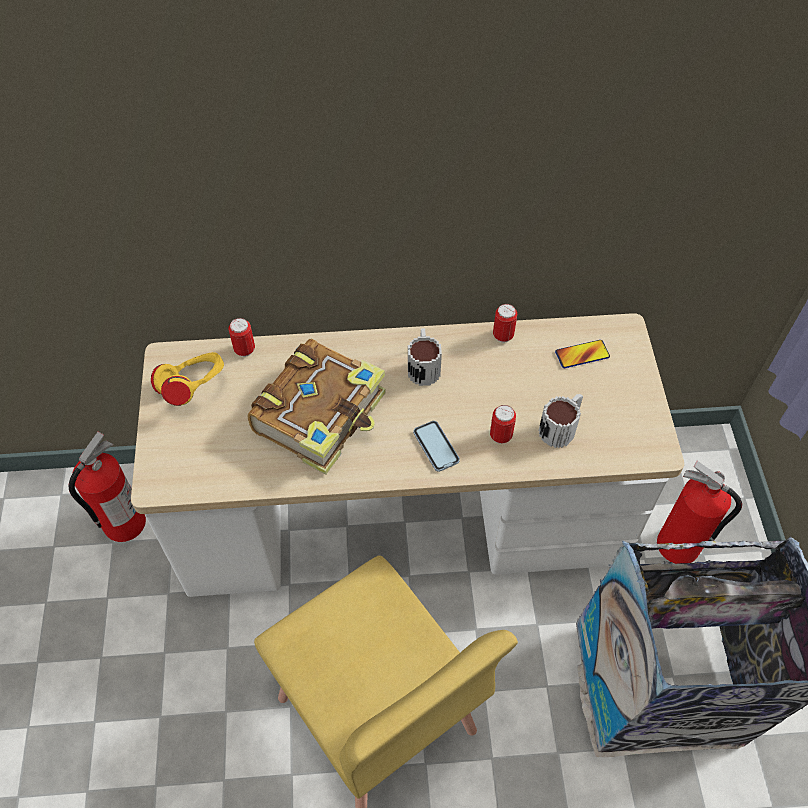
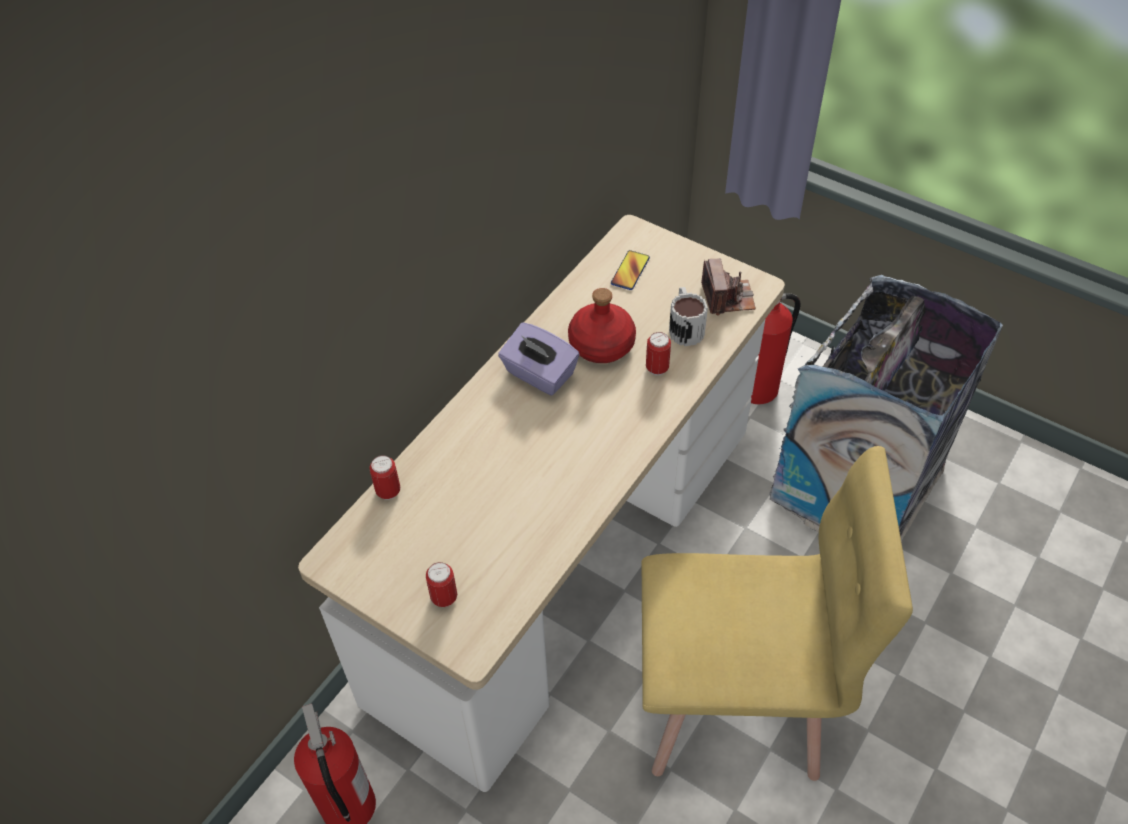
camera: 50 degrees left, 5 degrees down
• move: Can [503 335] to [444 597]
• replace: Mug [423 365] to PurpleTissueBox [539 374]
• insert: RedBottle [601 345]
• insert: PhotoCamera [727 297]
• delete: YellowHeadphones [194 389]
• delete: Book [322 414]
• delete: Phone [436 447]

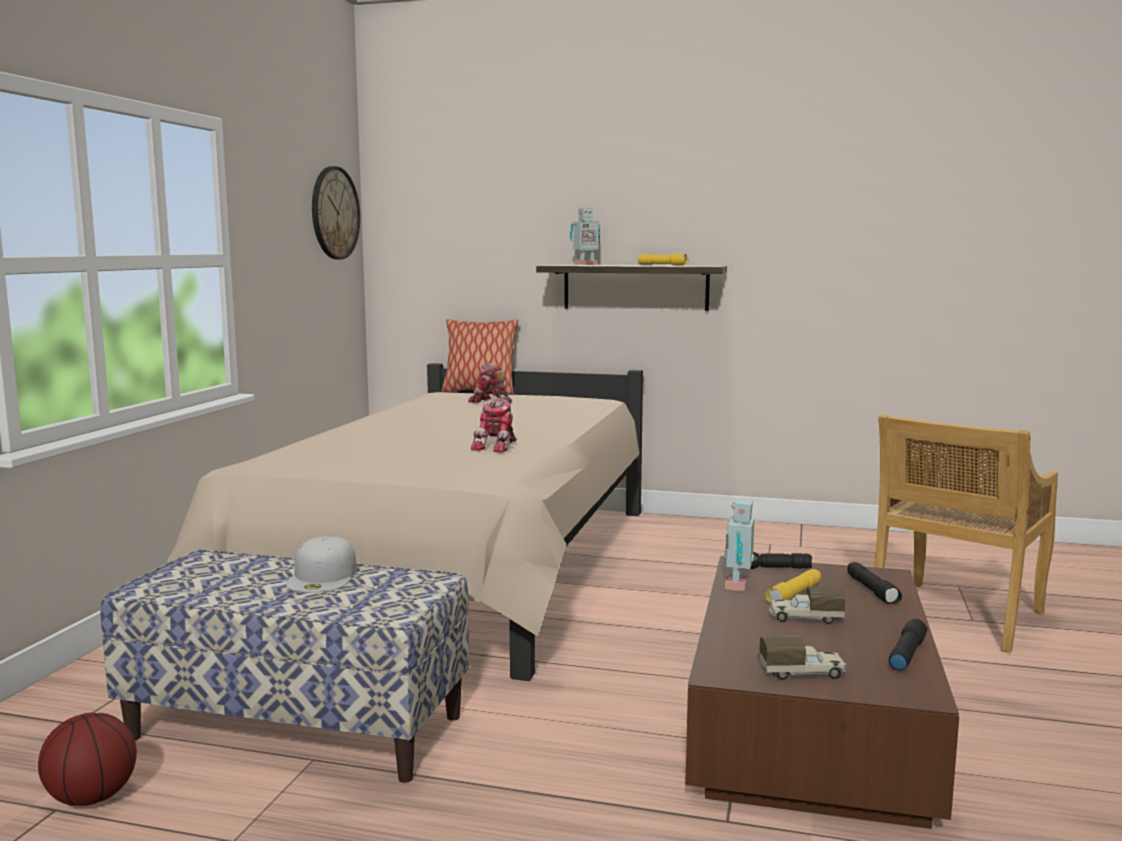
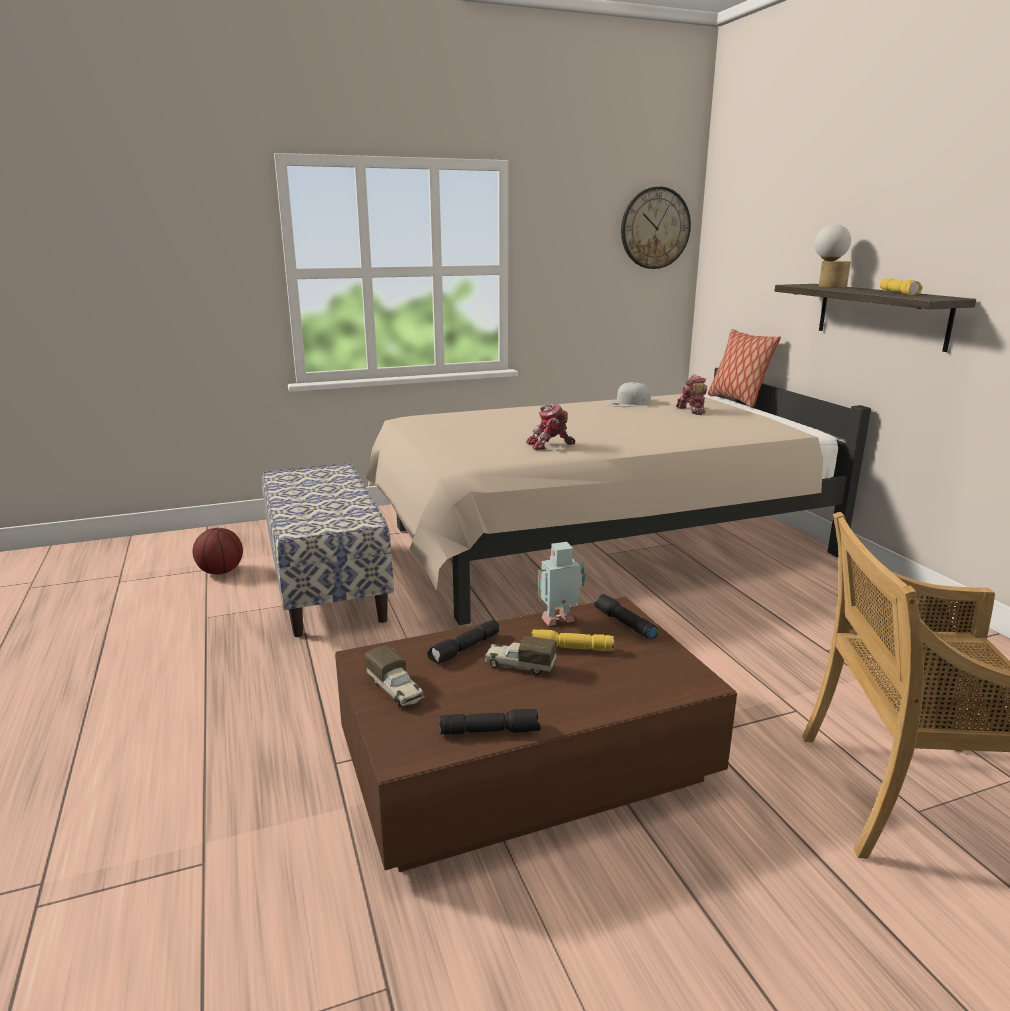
camera: 55 degrees right, 10 degrees up
• move: BlackFlashlight [873 590] to [465 649]
• rotate: ToyTruck [805 618] = [519 666] 45 degrees counterclockwise
• move: WhiteCap [323 577] to [628 402]
• replace: ToyRobot [585 265] to TableLamp [828 286]

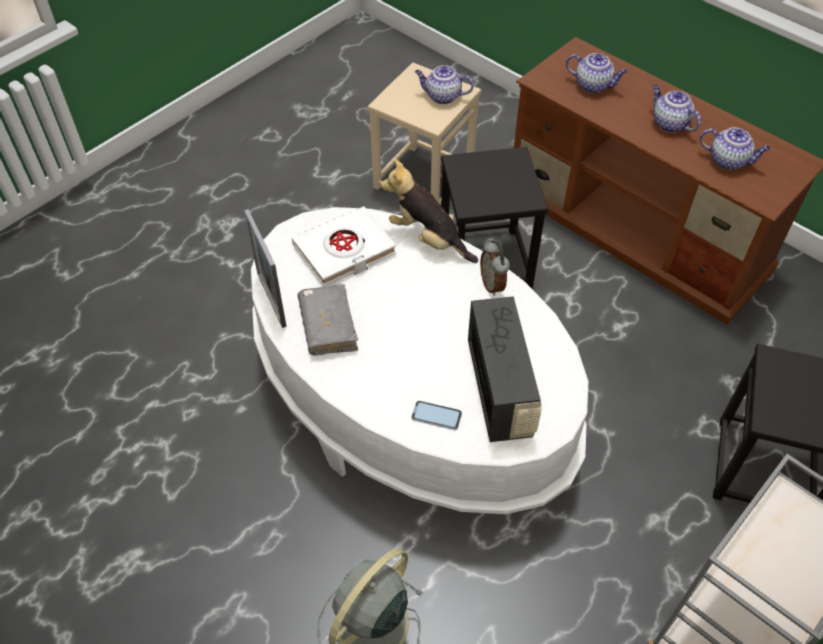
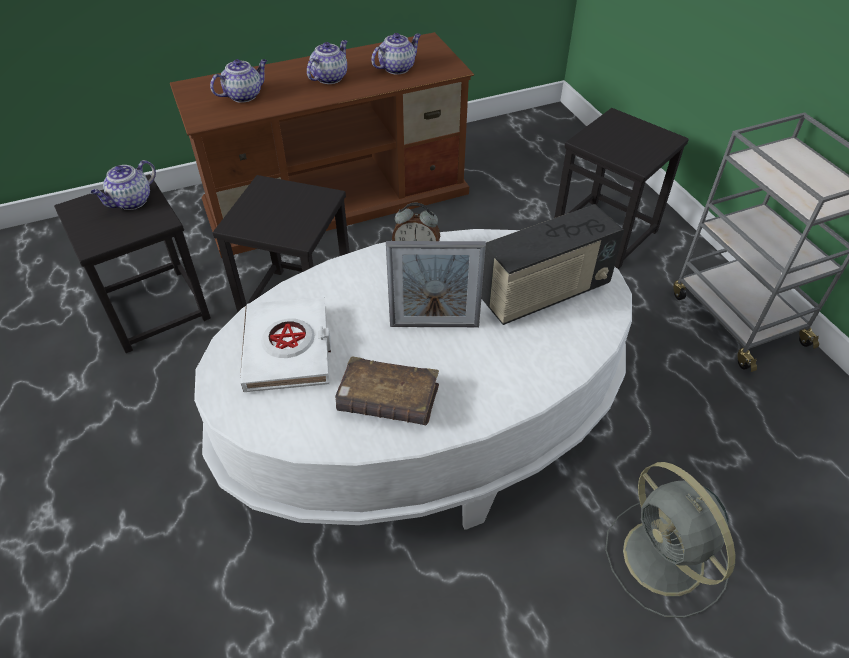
camera: 65 degrees left, 5 degrees down
• recolor: BeigeStool [423 179] to BlackStool [154 309]
• rotate: Teapot [669 123] = [330 77] 135 degrees clockwise
• recolor: GreyBook [328 326] to BrownBook [388 400]
• move: PictureFrame [271 299] to [434 325]
• rotate: Radio [500 389] = [545 294] 135 degrees clockwise
• delete: PlushToy [428 238]
• delete: Phone [436 416]

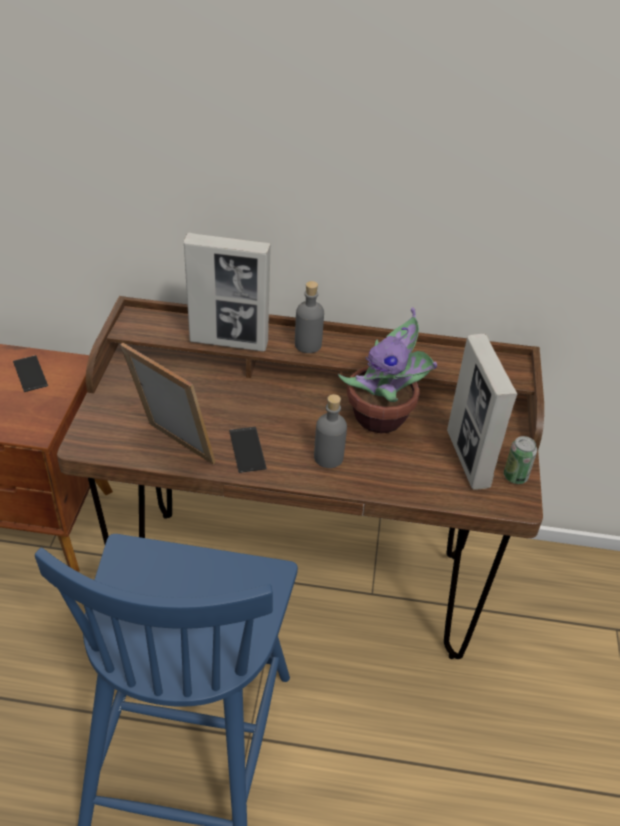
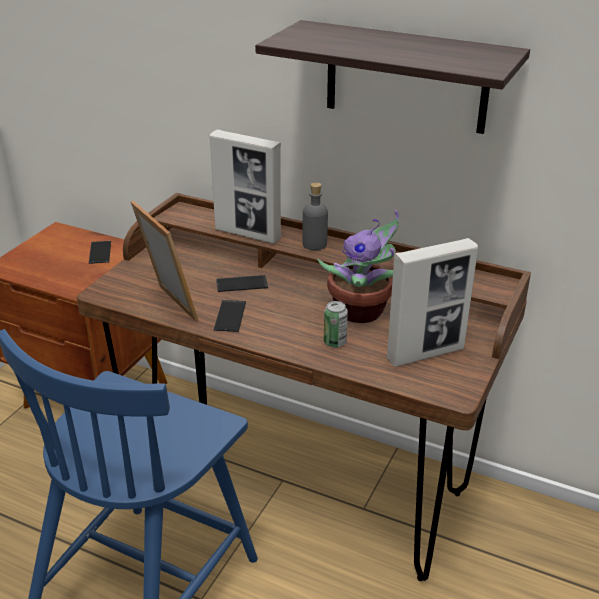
camera: 20 degrees right, 10 degrees down
• insert: Phone [241 284]
• insert: Shelf [406 77]
• move: Can [515 476] to [335 342]
• rotate: PictureFrame [468 459] = [425 353] 120 degrees counterclockwise
• delete: GreyBottle [328 457]

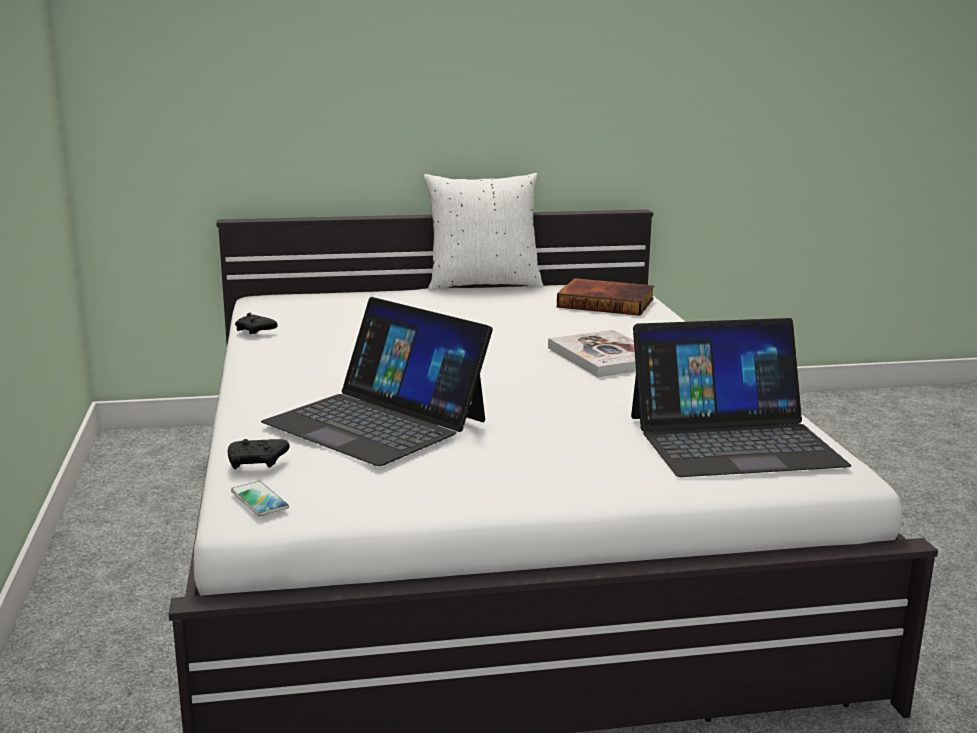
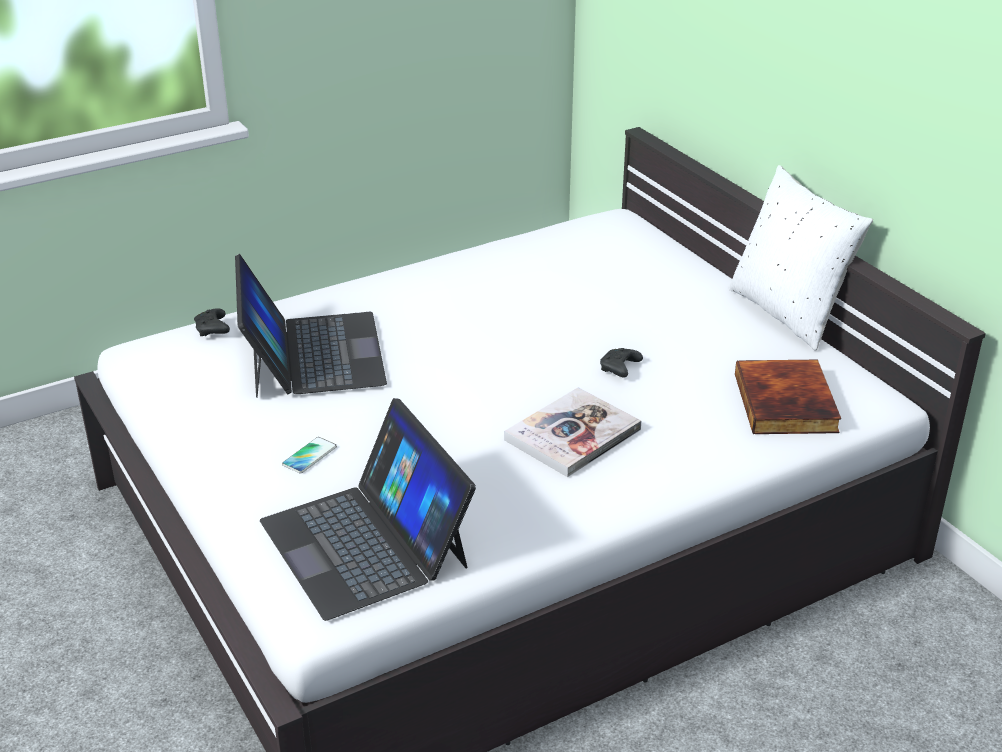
camera: 70 degrees right, 15 degrees up
• rotate: Laptop [376 421] = [312 354] 150 degrees clockwise
• move: Phone [259 500] to [309 456]
• move: BlackGameController [255 331] to [619 369]

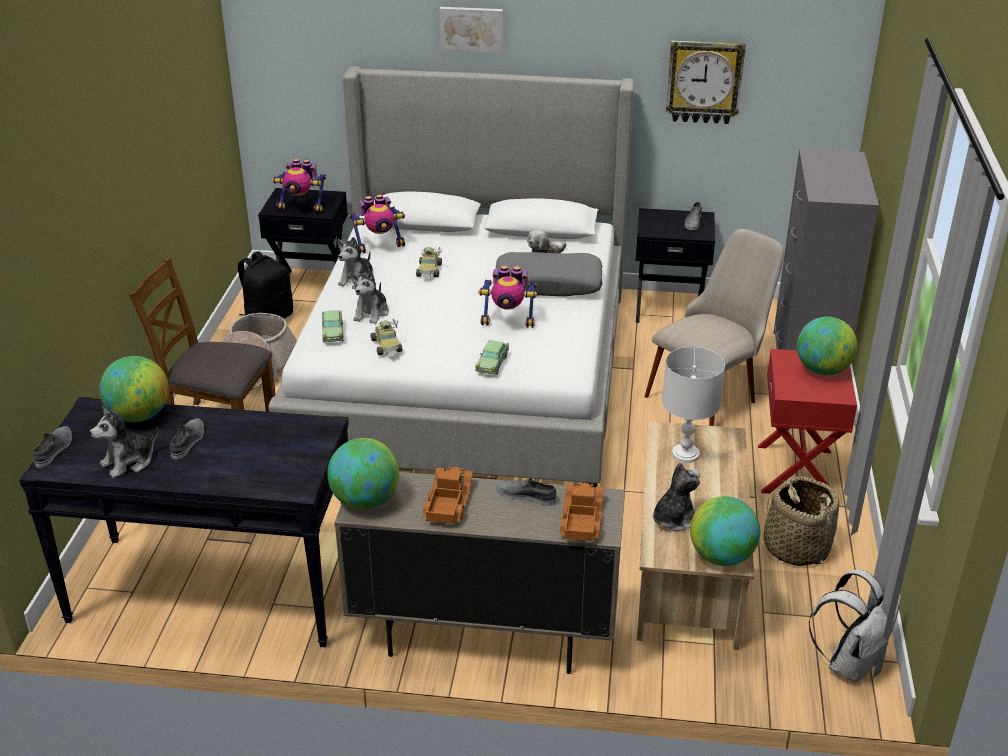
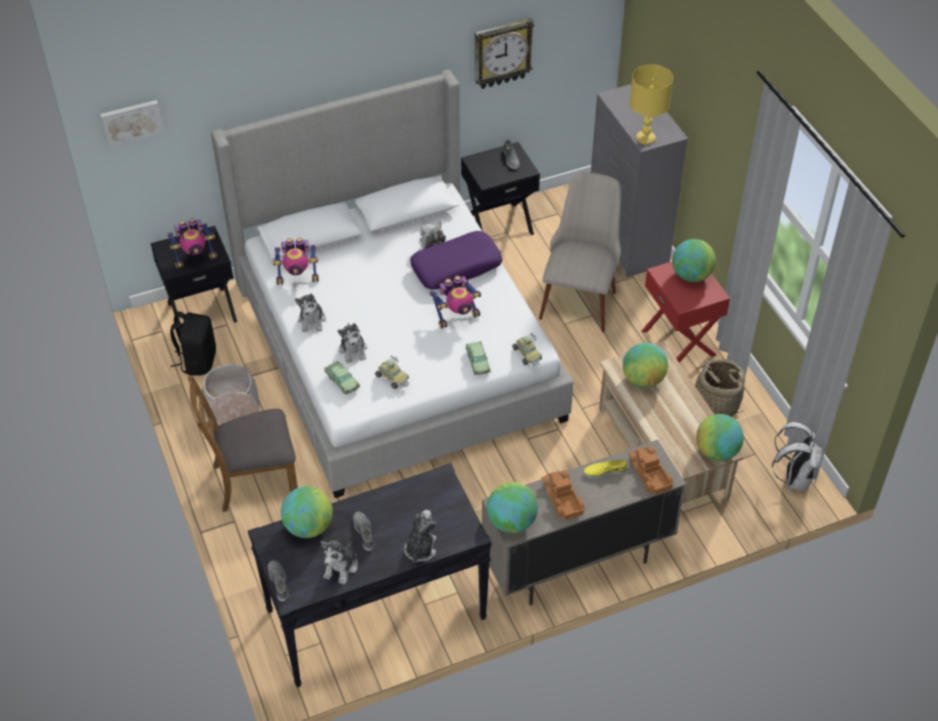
camera: 30 degrees left, 15 degrees up
• move: Picture [471 28] to [131 121]
• rotate: ToyRobot [379 246] = [298 278] 45 degrees clockwise
• move: PlushToy [673 518] to [420 549]
• recolor: GreyPillow [548 284] to PurplePillow [456 267]
• move: ToyCar [429 271] to [528 354]
• recolor: GreyShoe [526 495] to YellowShoe [604 471]
• replace: WhiteTableLamp [686 454] to Globe [643 380]
• insert: YellowTableLamp [645 138]

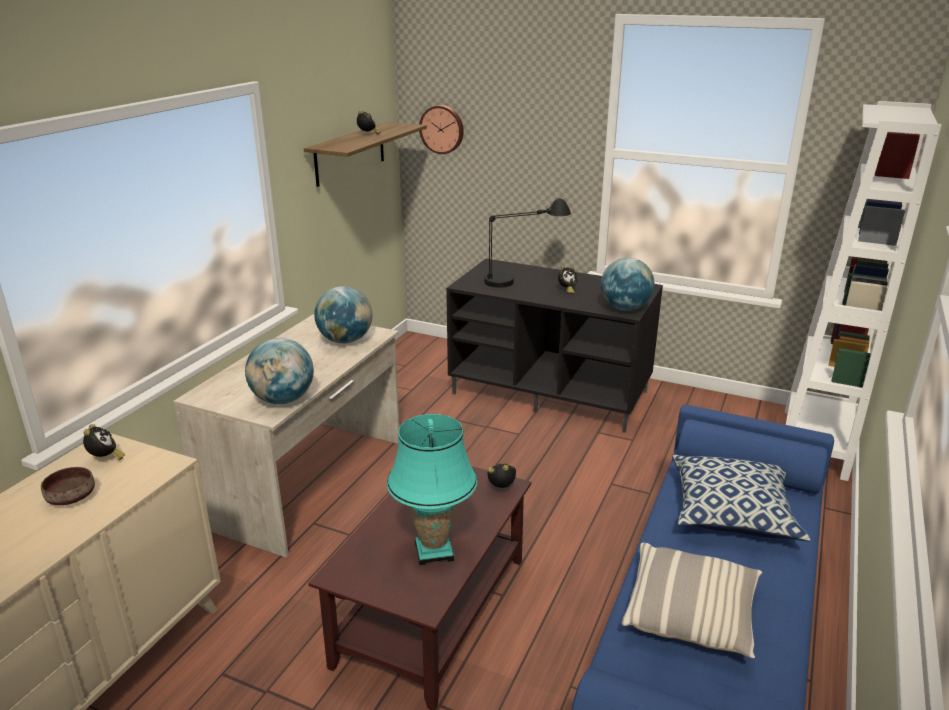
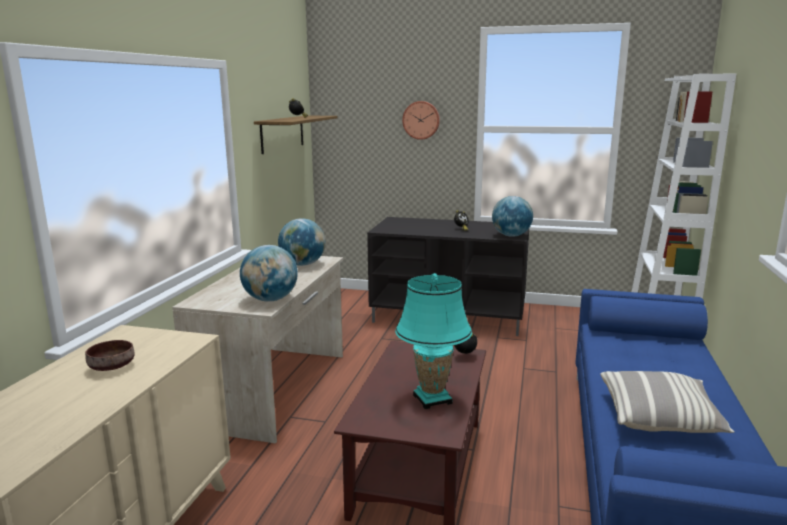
camera: 10 degrees left, 10 degrees down
• move: WallClock [442 129] to [421 120]
• delete: AlarmClock [105 459]
• delete: BlackTableLamp [523 279]
• delete: Pillow [732 512]

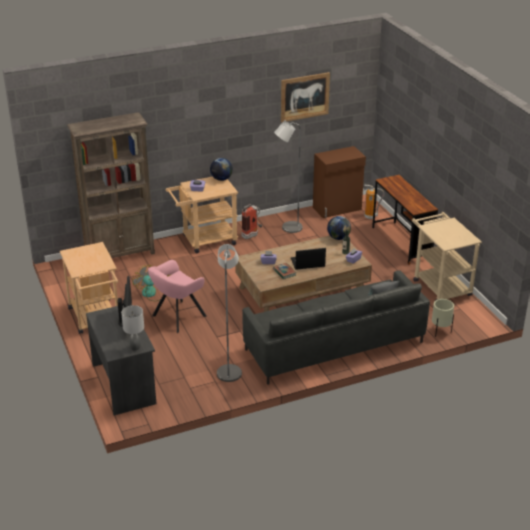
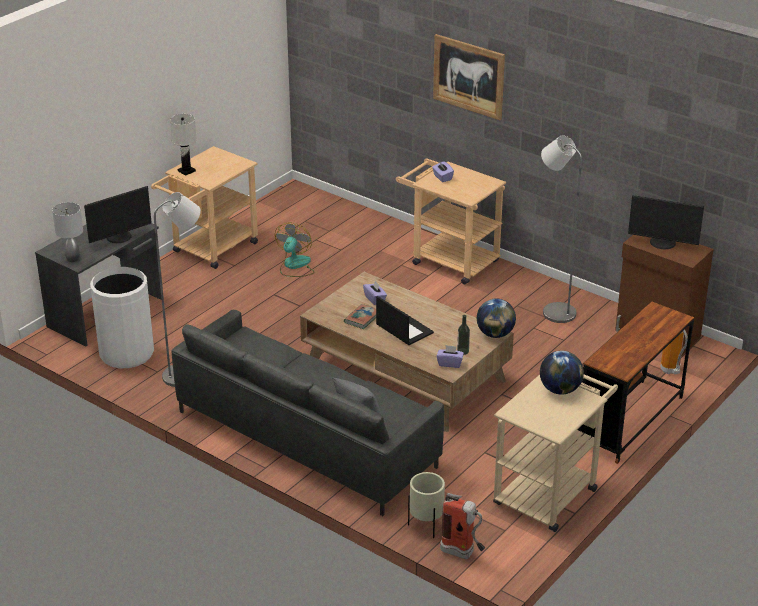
camera: 60 degrees right, 0 degrees up
• insert: WhiteTrashCan [126 353]
• insert: WhiteTableLamp [187 171]
• move: Picture [304 97] to [468 76]
• move: FireExtinguisher [252 235] to [463 553]
• move: Globe [221 179] to [560 390]
• insert: Monitor [662 243]
• delete: BrownBookcase [120 254]
• delete: PinkArmchair [177 317]

